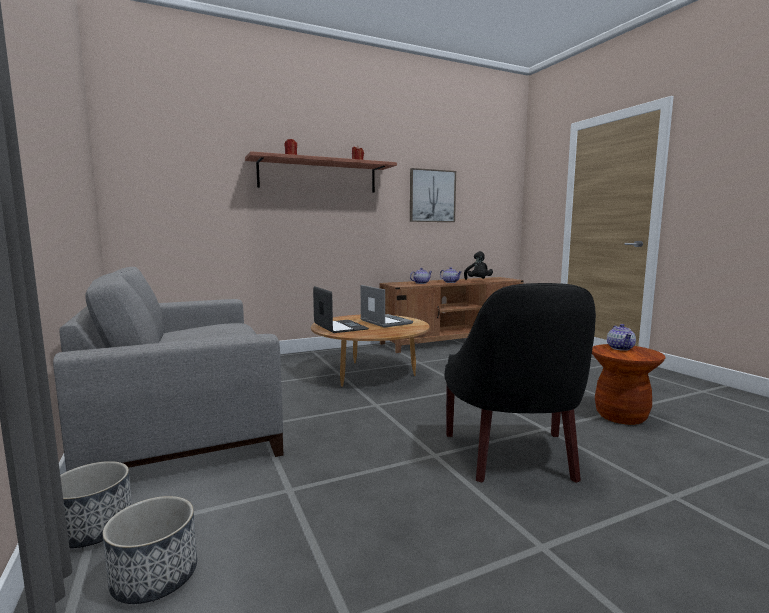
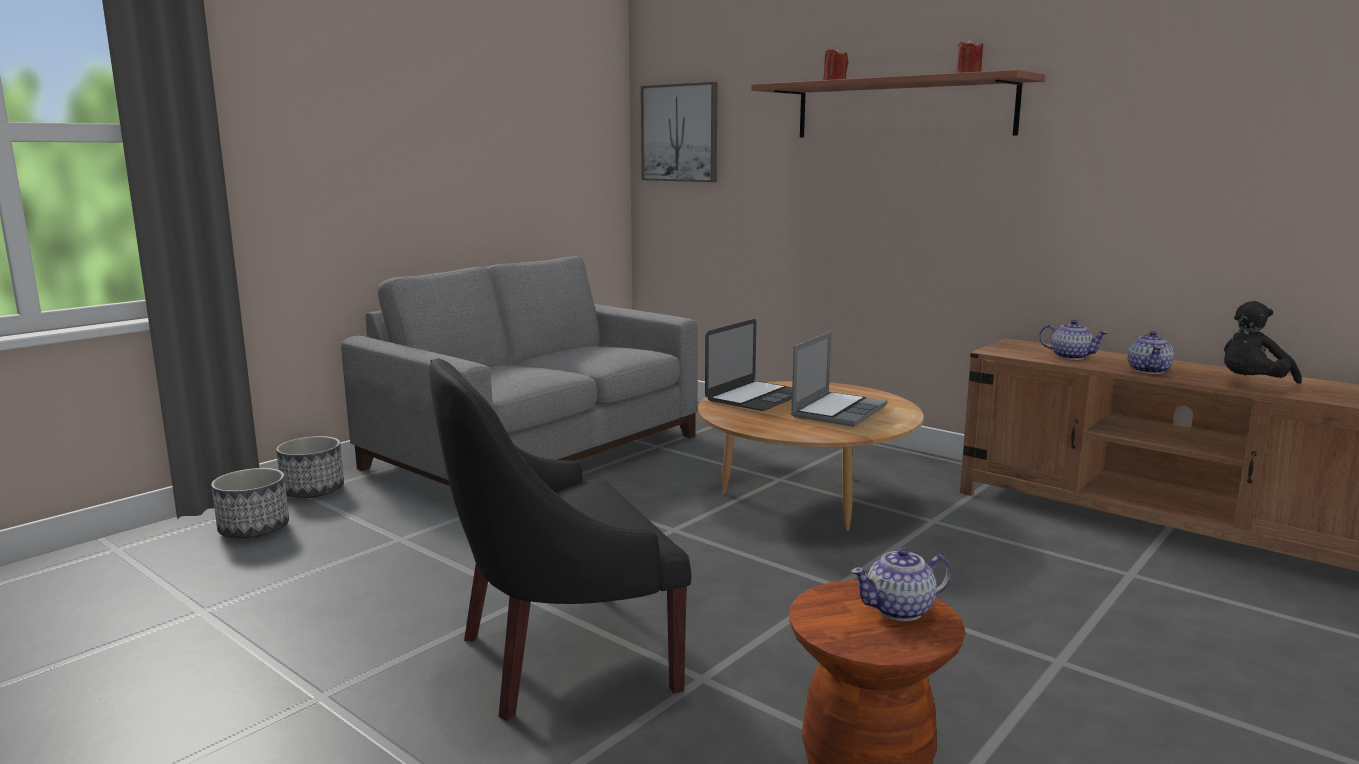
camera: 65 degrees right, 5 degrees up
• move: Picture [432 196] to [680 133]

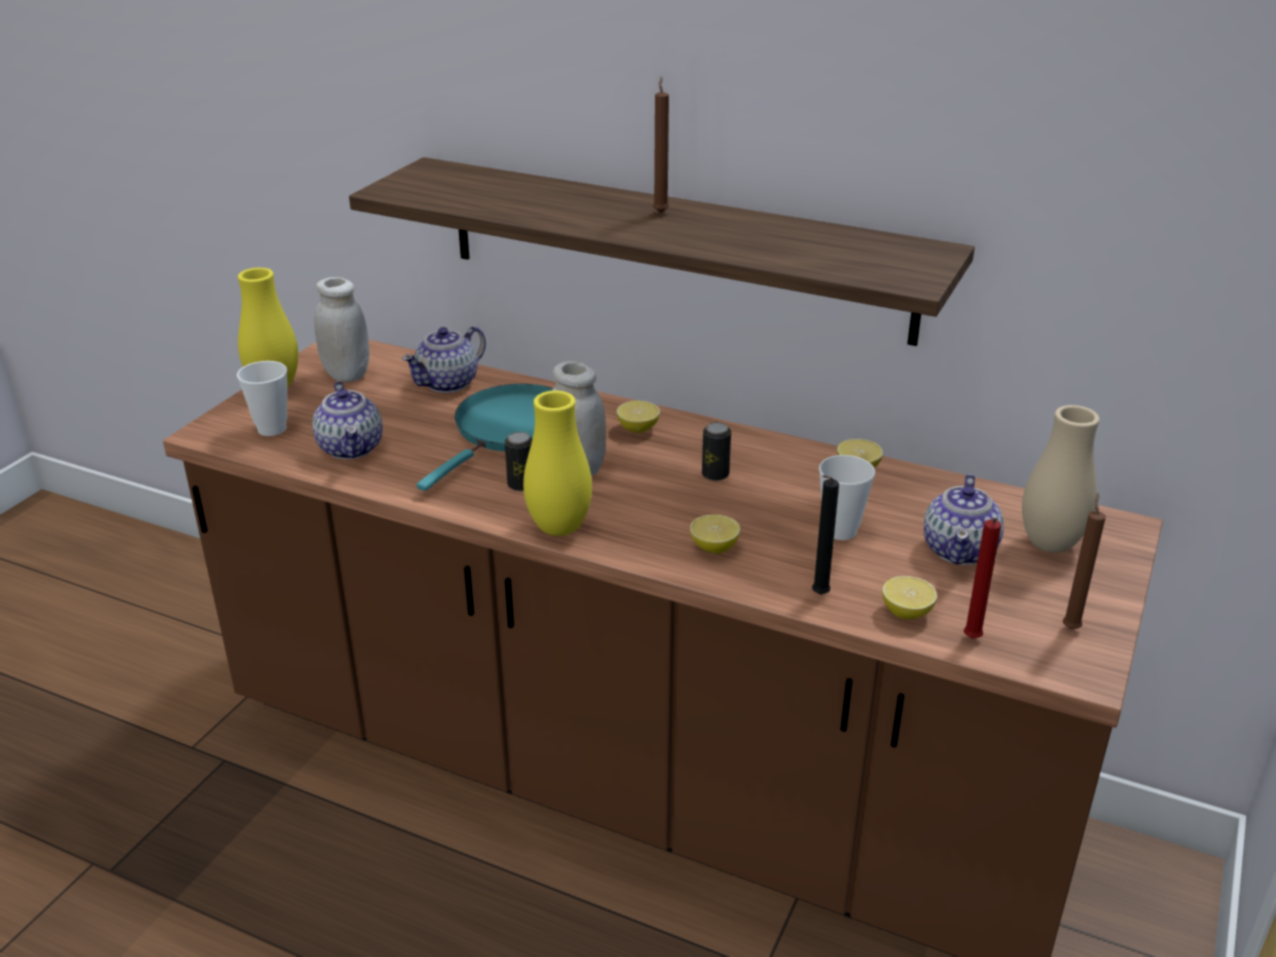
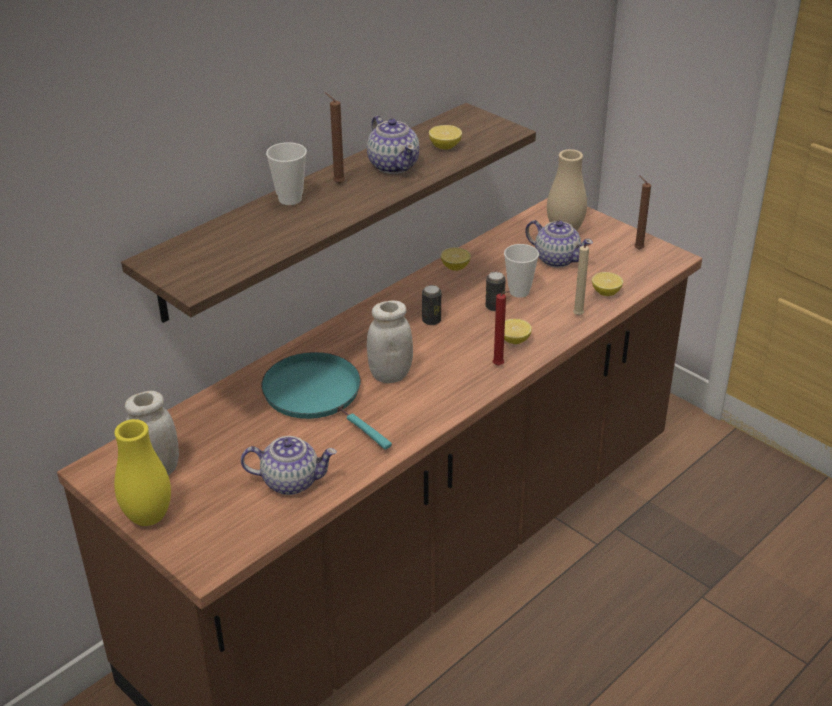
camera: 70 degrees left, 5 degrees up
• move: Cup [272 429] to [290 199]
• move: Teapot [449 383] to [393 165]
• move: Lemon [638 429] to [445 146]
• move: Can [521 485] to [494 306]
• move: RedCandle [971 640] to [499 366]
• recolor: BlackCandle [818 595] to BeigeCandle [579 316]
• delete: YellowVase [559 528]

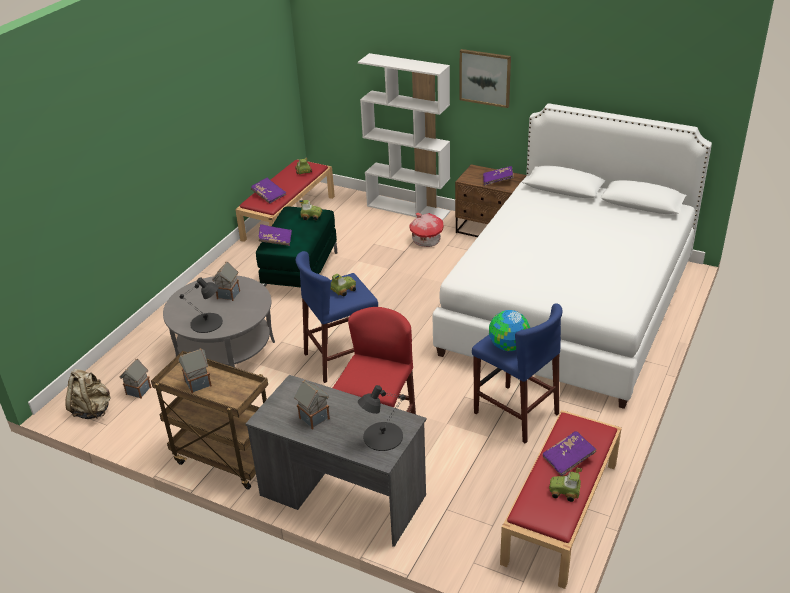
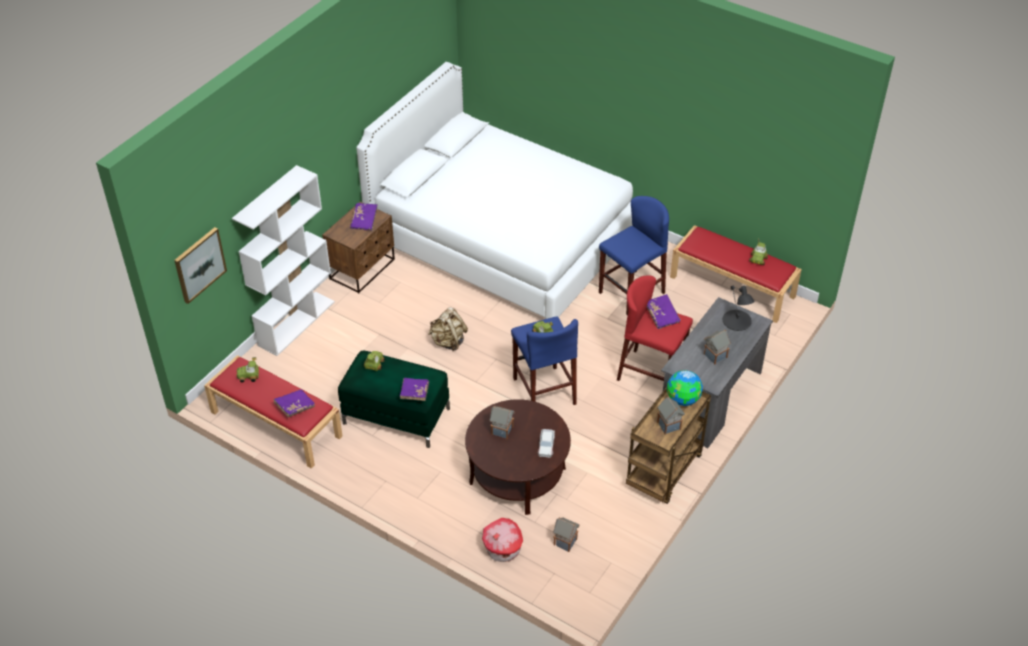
camera: 85 degrees left, 10 degrees up
• move: Picture [485 77] to [199 264]
• move: BeigeBackpack [92 410] to [448 341]
• recolor: GreyCoffeeTable [226 352] to BrownCoffeeTable [517 475]
• move: ToyHouse [426 241] to [503 549]
• replace: BlackTableLamp [207 323] to ToyCar [546 445]
• move: PurpleBook [568 459] to [662 316]
• move: Globe [508 346] to [683 399]

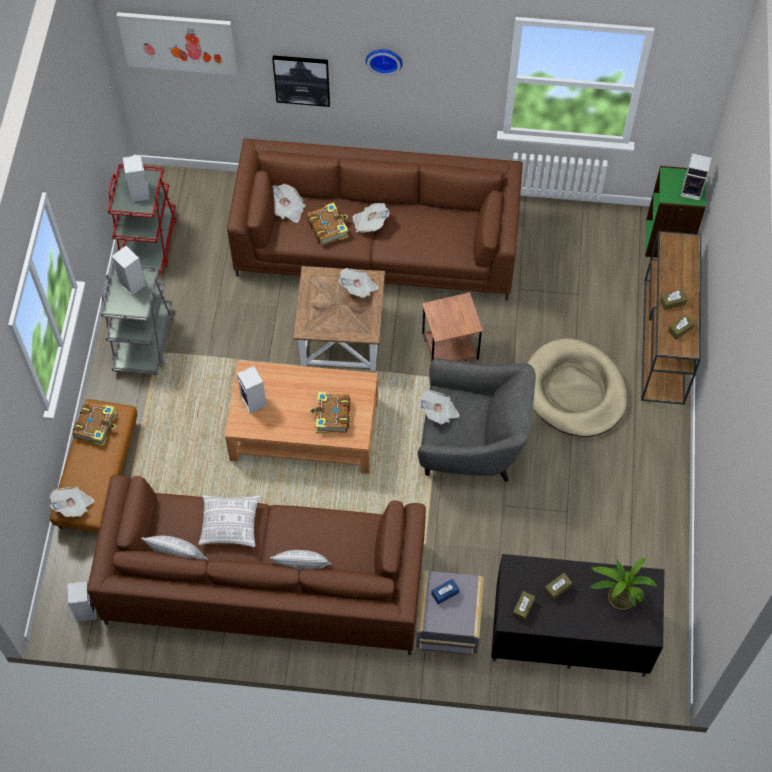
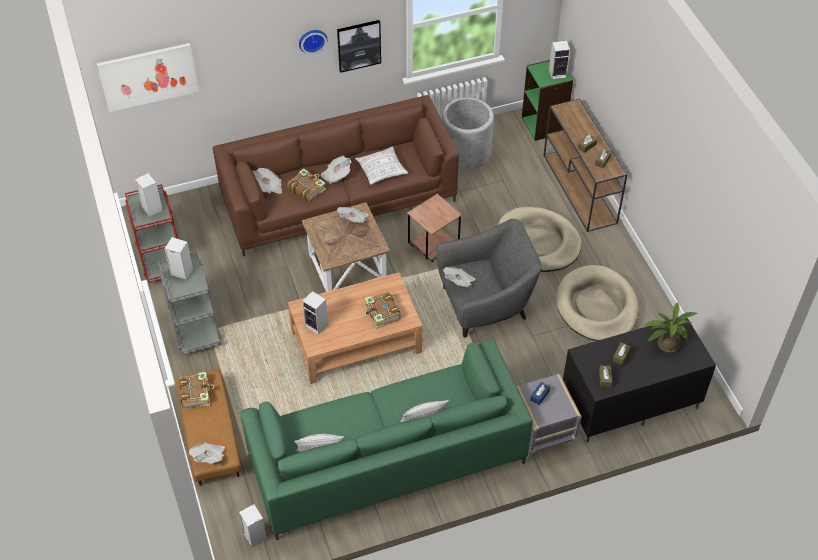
camera: 25 degrees left, 10 degrees down
• recolor: BrownSofa [265 583] to GreenSofa [386 458]
• move: Picture [302 79] to [359 45]
• move: Pillow [229 524] to [381 171]
• insert: GreyPlanter [466 152]
• insert: BeigeDogBed [597 306]

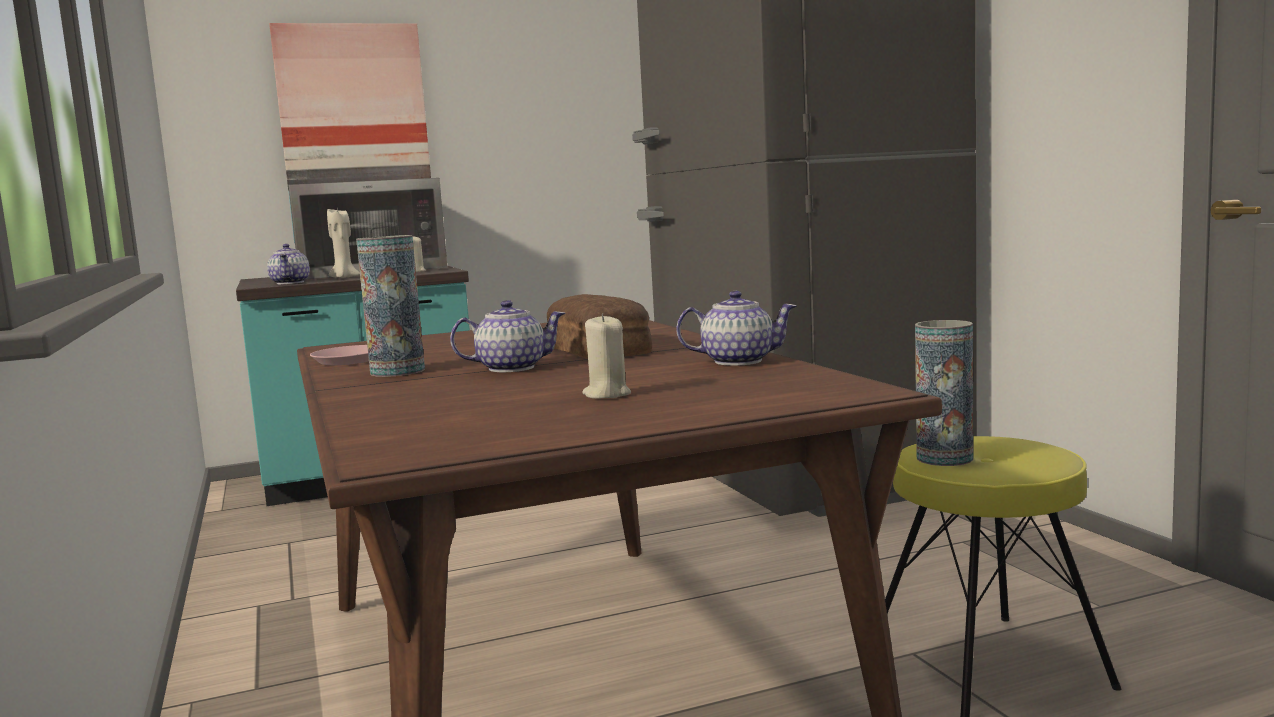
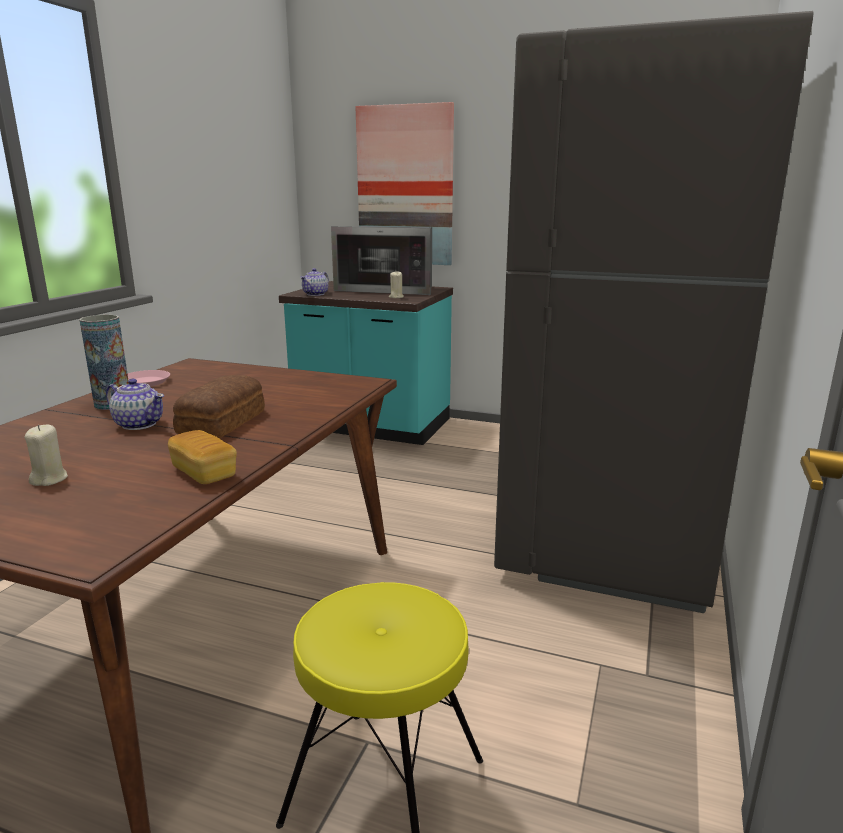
camera: 40 degrees right, 10 degrees up
• replace: Teapot [737 361] to Bread [204 473]
• delete: BeigeCandle [344 278]
• delete: Vase [944 458]

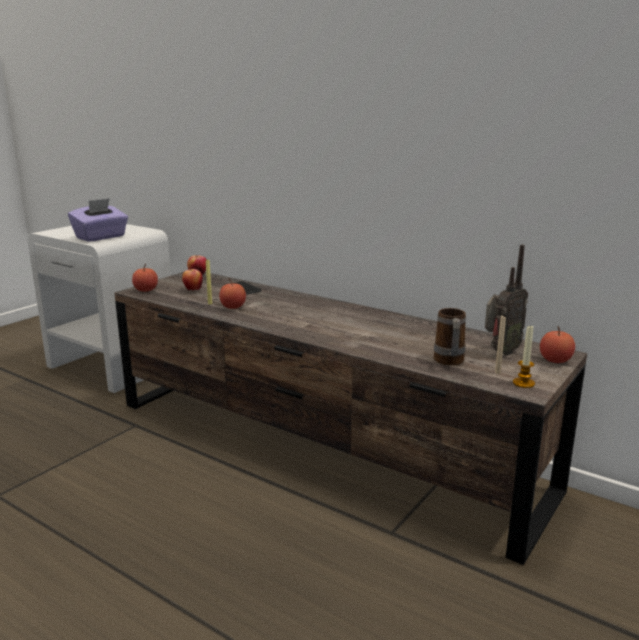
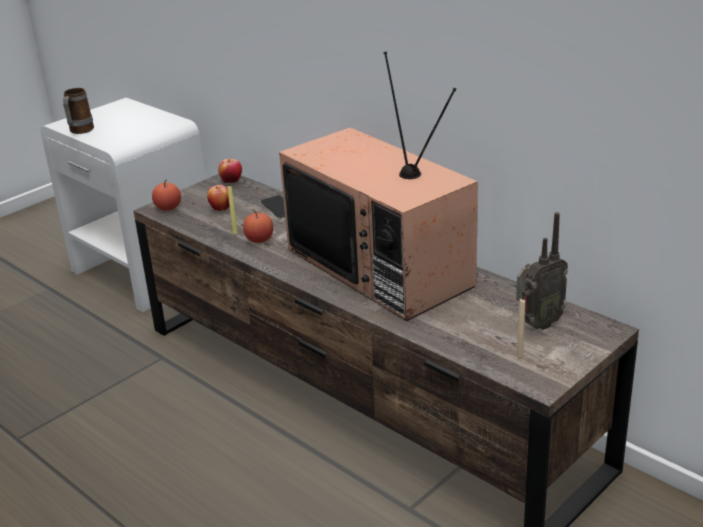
camera: 10 degrees right, 10 degrees up
• move: Mug [449 362] to [79 131]
• insert: Television [383 267]
• delete: PurpleTissueBox [101 237]
• delete: Candle [523 383]
• delete: Apple [555 360]

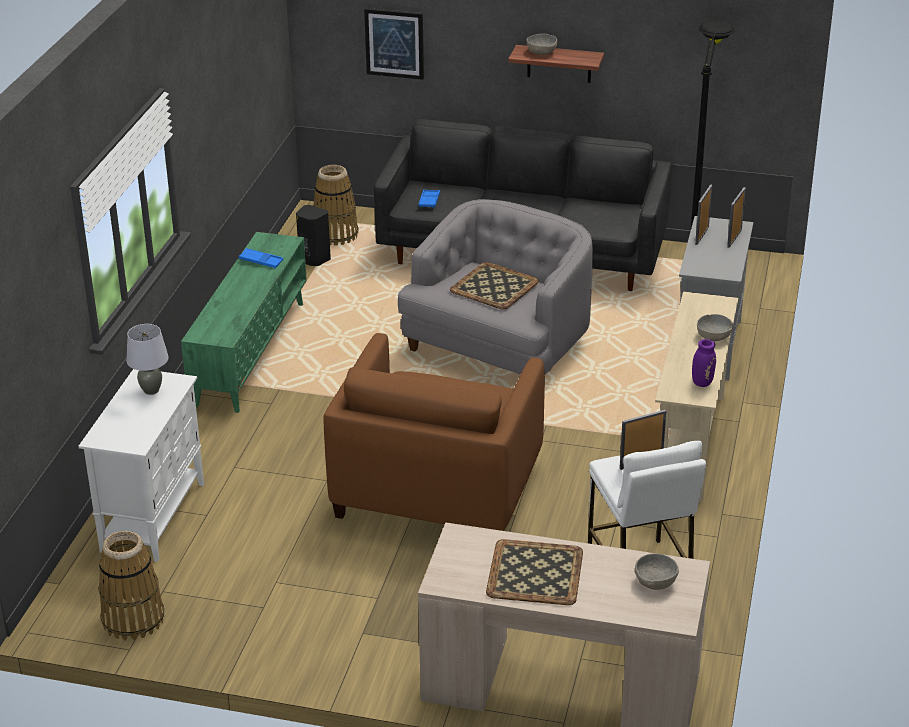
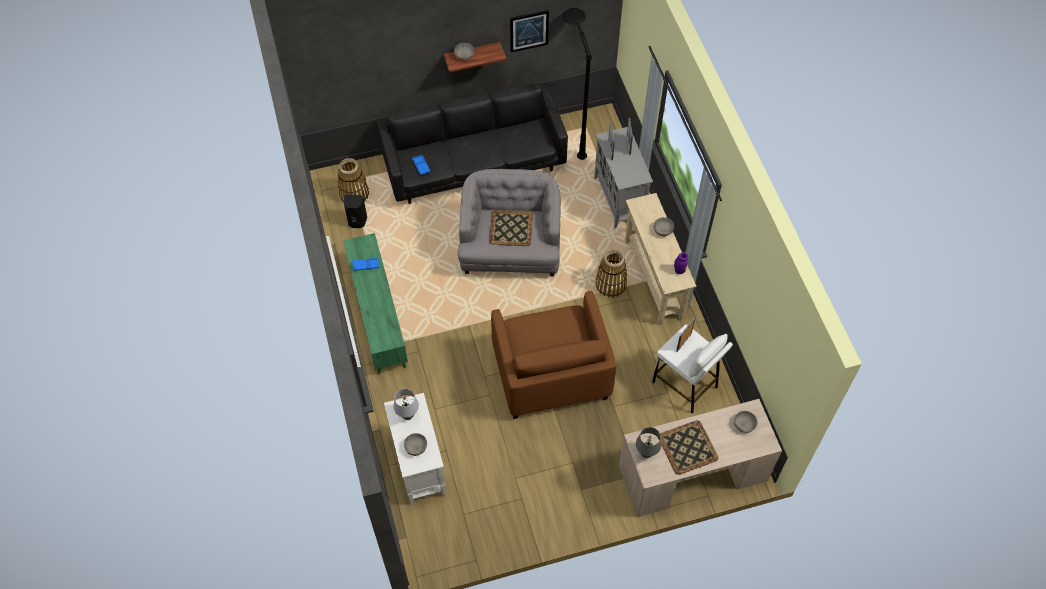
camera: 30 degrees left, 25 degrees up
• insert: GreyBowl [416 447]
• move: Picture [394 43] to [529 30]
• move: Basket [133 619] to [611 284]
• insert: GreyTableLamp [646 453]

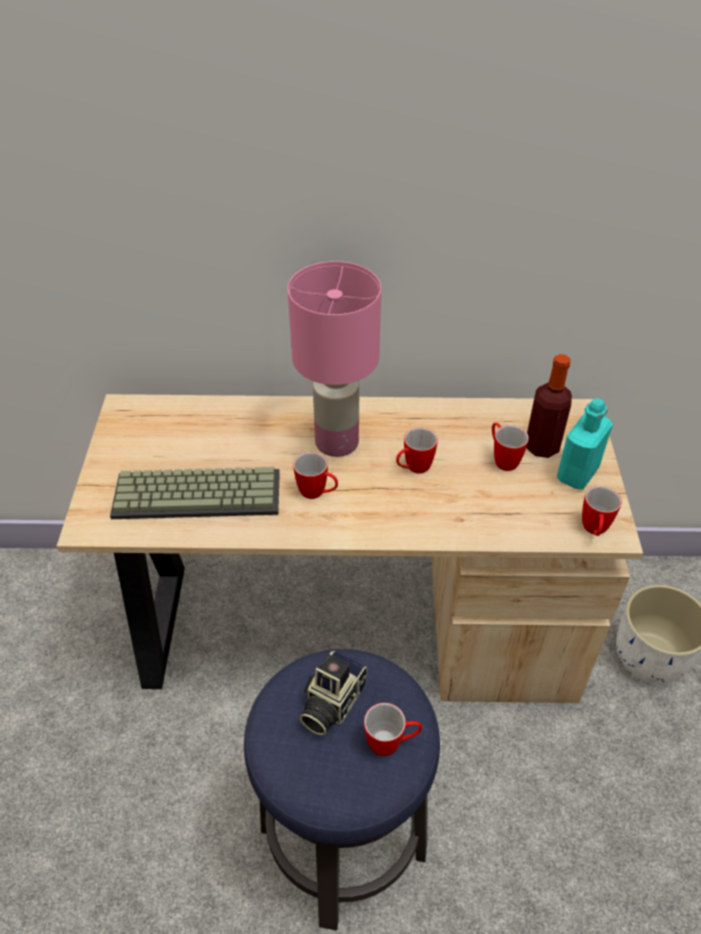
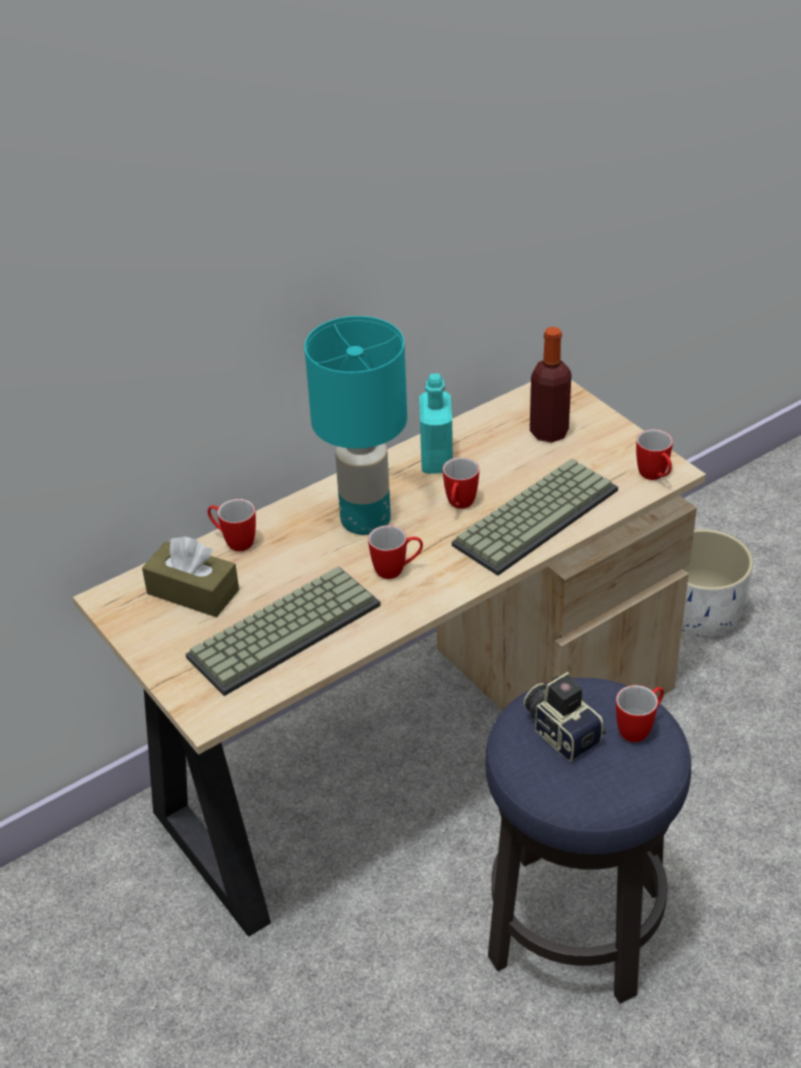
camera: 35 degrees left, 5 degrees down
• insert: BrownTissueBox [193 592]
• move: Mug [502 459] to [234 541]
• recolor: PinkTableLamp [338 442] to TurquoiseTableLamp [366 518]
• move: TurquoiseBottle [577 474] to [436 460]
• insert: Keyboard [535 515]
• rotate: PhotoCamera [330 702] = [562 731] 150 degrees clockwise

